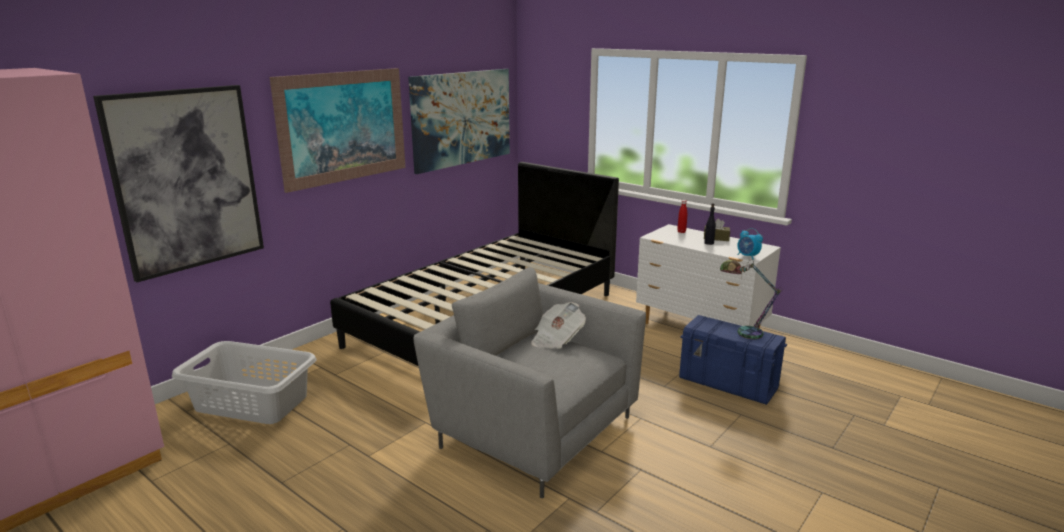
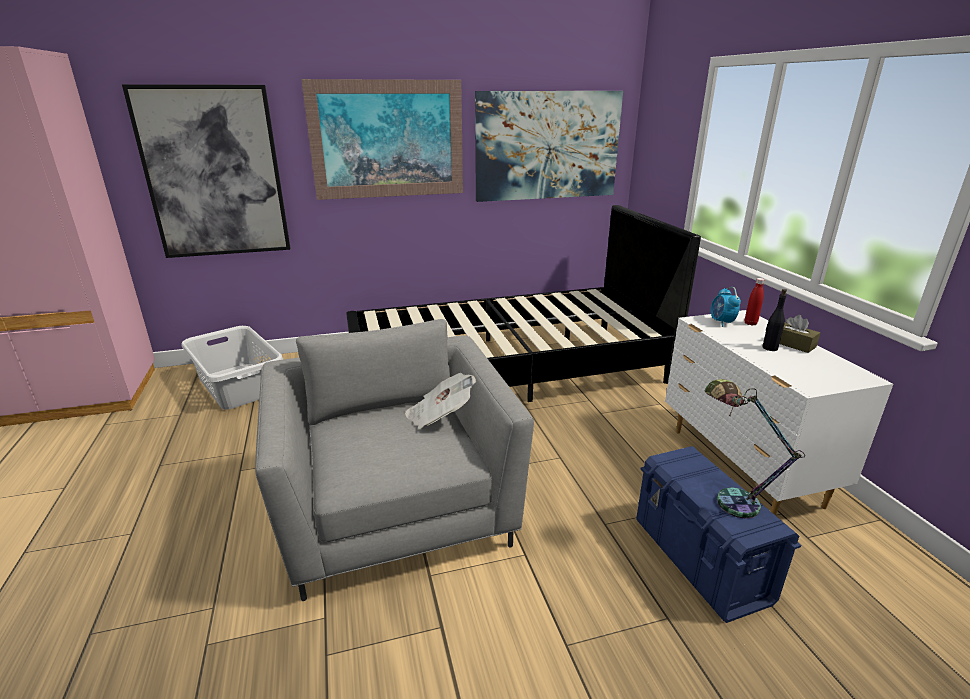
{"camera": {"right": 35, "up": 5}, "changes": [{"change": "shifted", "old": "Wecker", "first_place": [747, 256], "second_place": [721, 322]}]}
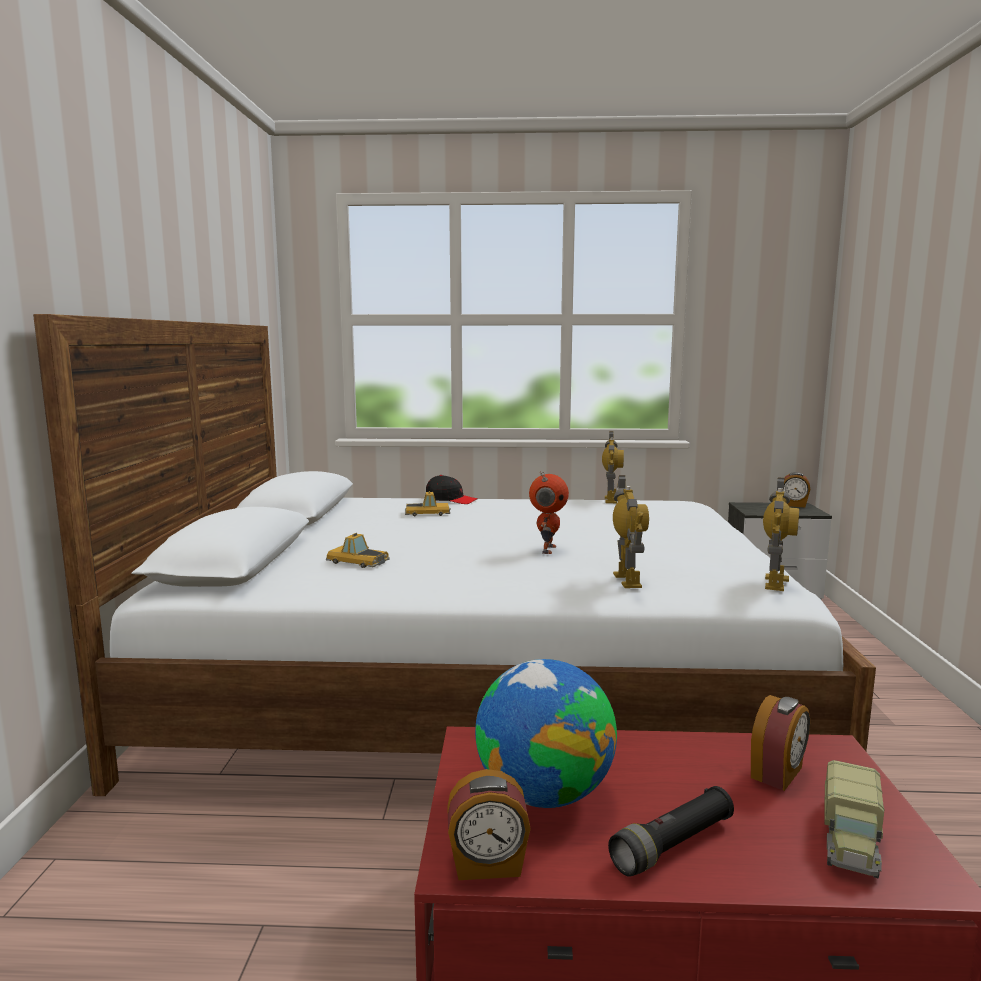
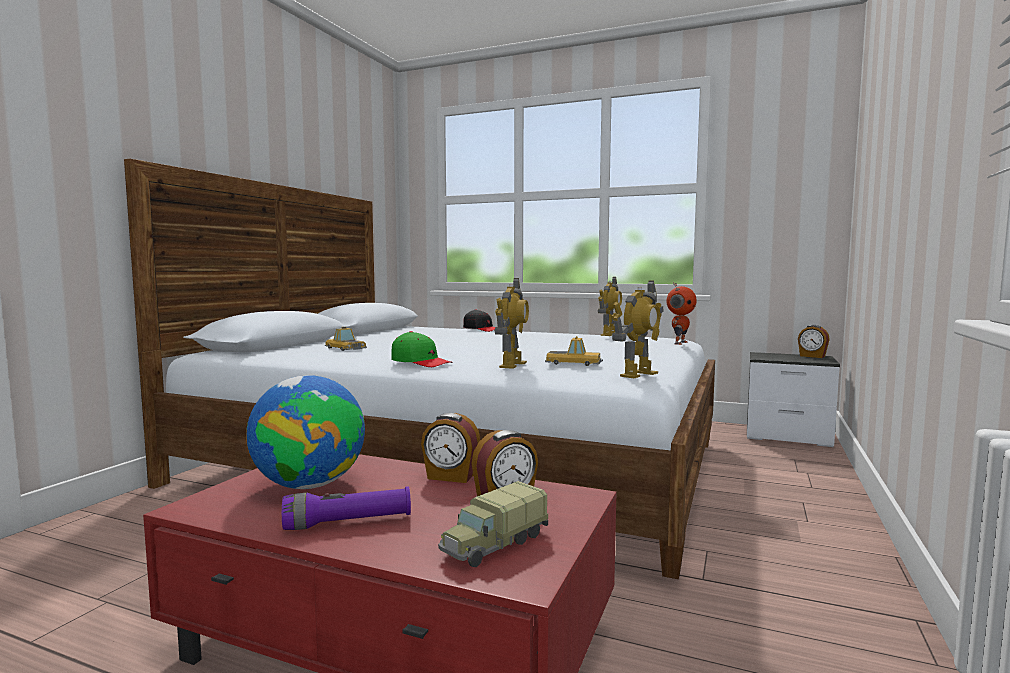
{"camera": {"right": 20, "up": -5}, "changes": [{"change": "shifted", "old": "Spielzeugroboter", "first_place": [547, 549], "second_place": [679, 343]}, {"change": "shifted", "old": "Spielzeugauto", "first_place": [428, 513], "second_place": [574, 363]}, {"change": "shifted", "old": "Wecker", "first_place": [488, 865], "second_place": [451, 476]}, {"change": "repainted", "old": "Taschenlampe/schwarz", "new": "Taschenlampe/lila", "first_place": [673, 845], "second_place": [348, 522]}, {"change": "new", "new": "Kappe/grün", "second_place": [421, 362]}]}
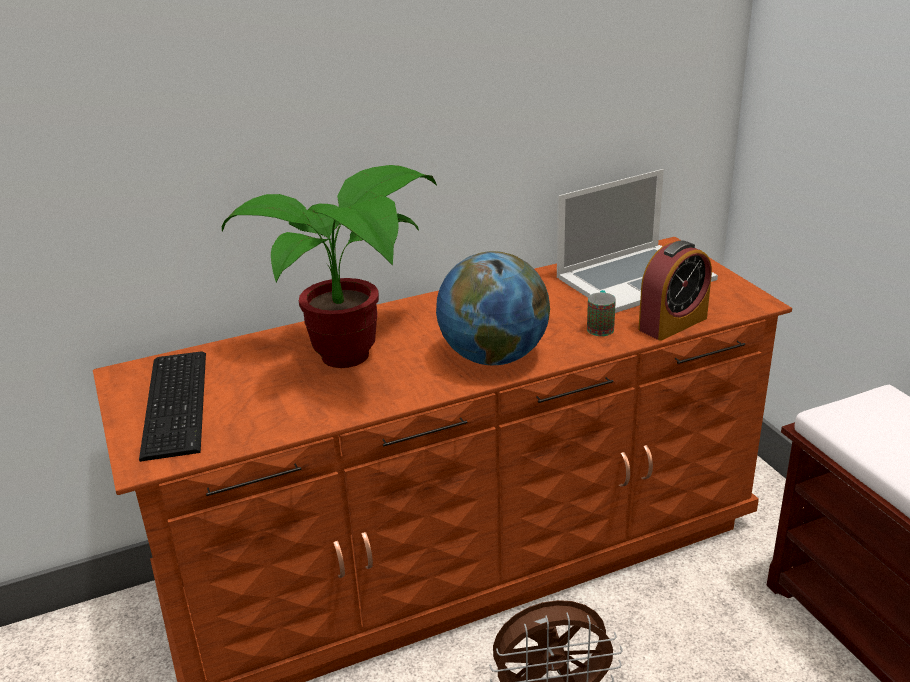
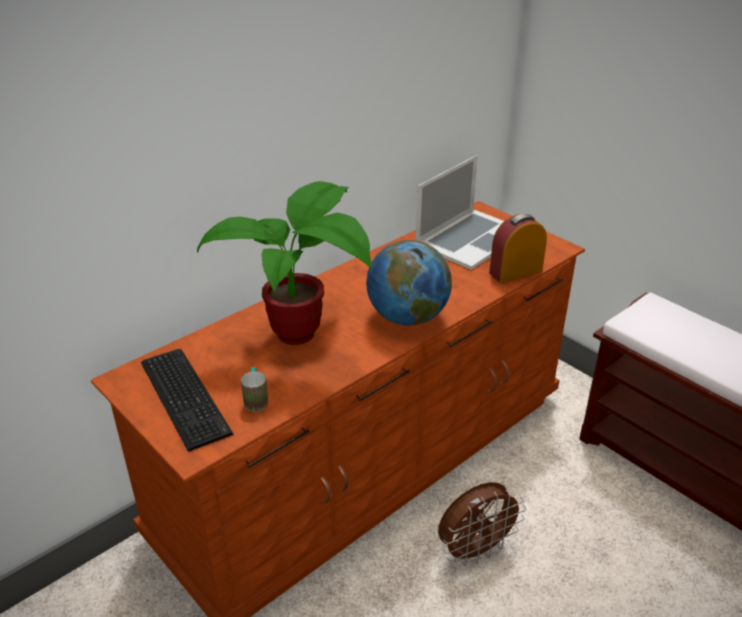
{"camera": {"right": -20, "up": 5}, "changes": [{"change": "rotated", "old": "Wecker", "first_place": [672, 323], "second_place": [515, 272], "degrees": -150}, {"change": "shifted", "old": "Henkelbecher", "first_place": [600, 326], "second_place": [256, 399]}]}
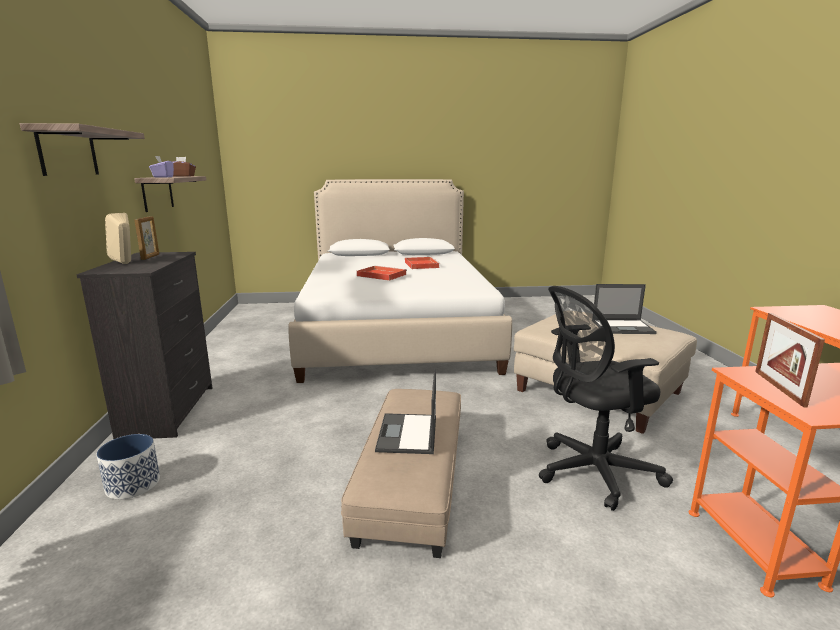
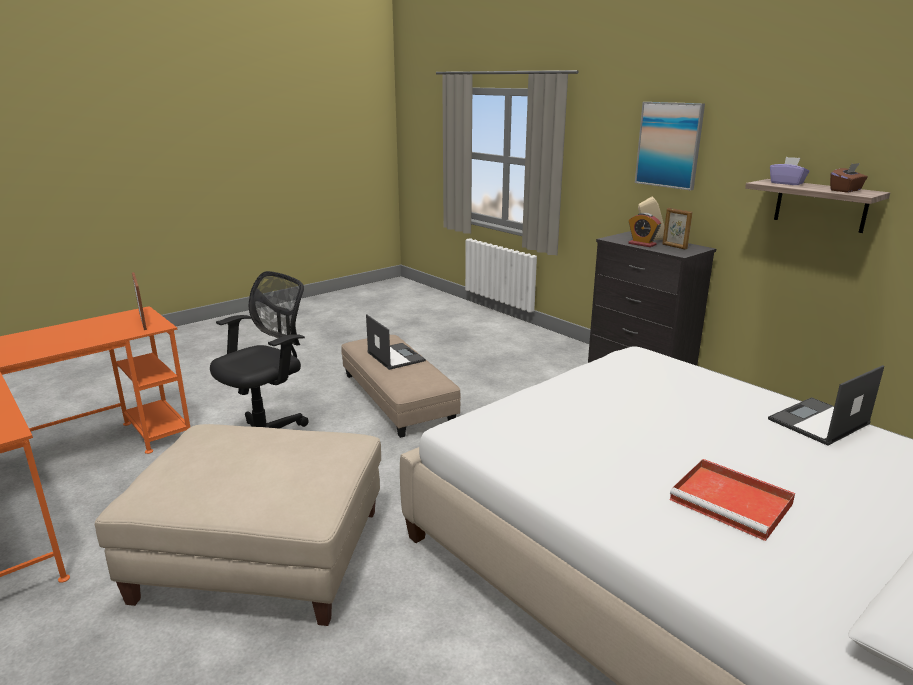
{"camera": {"right": 145, "up": 5}, "changes": [{"change": "swapped", "old": "Wandregal", "new": "Bild", "first_place": [68, 152], "second_place": [669, 145]}, {"change": "gone", "old": "Tablett/rot", "first_place": [380, 275]}, {"change": "shifted", "old": "Laptop", "first_place": [623, 327], "second_place": [818, 422]}, {"change": "gone", "old": "Pflanzkübel", "first_place": [133, 484]}, {"change": "new", "new": "Wecker", "second_place": [642, 244]}]}
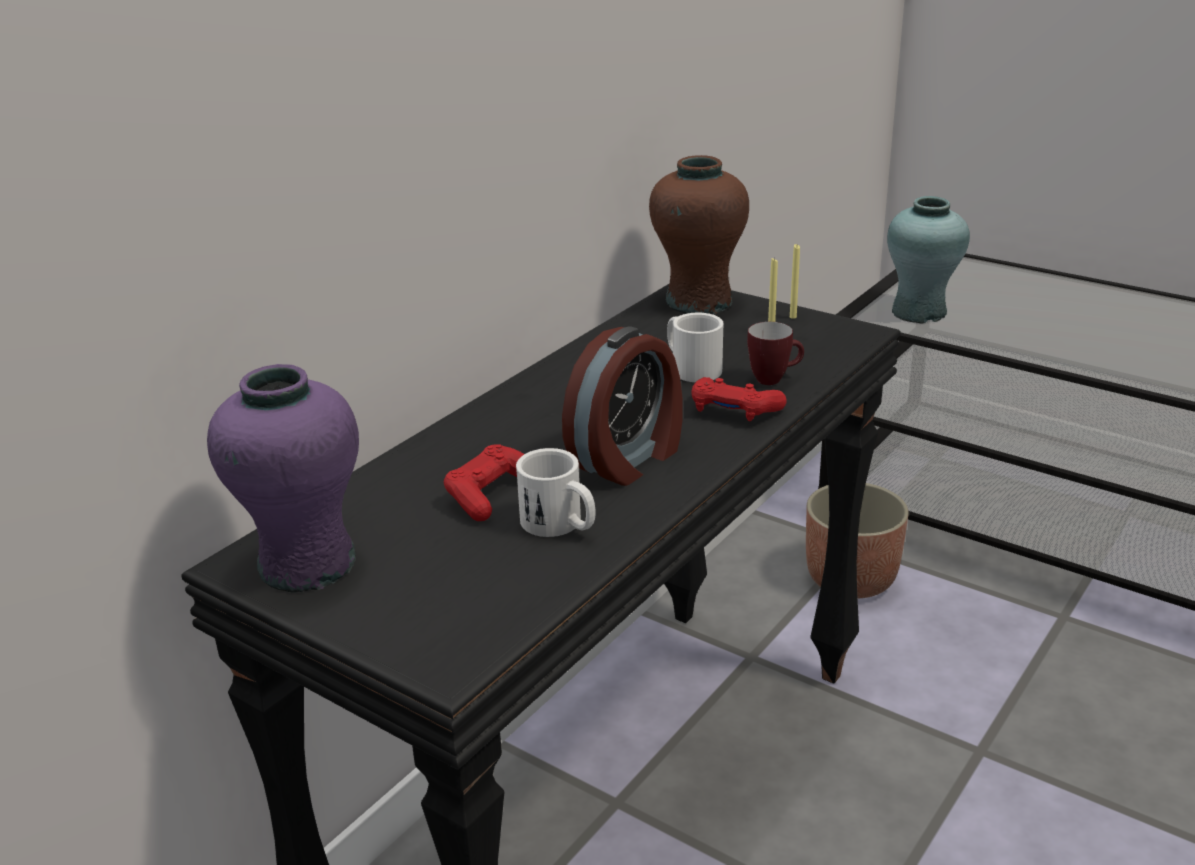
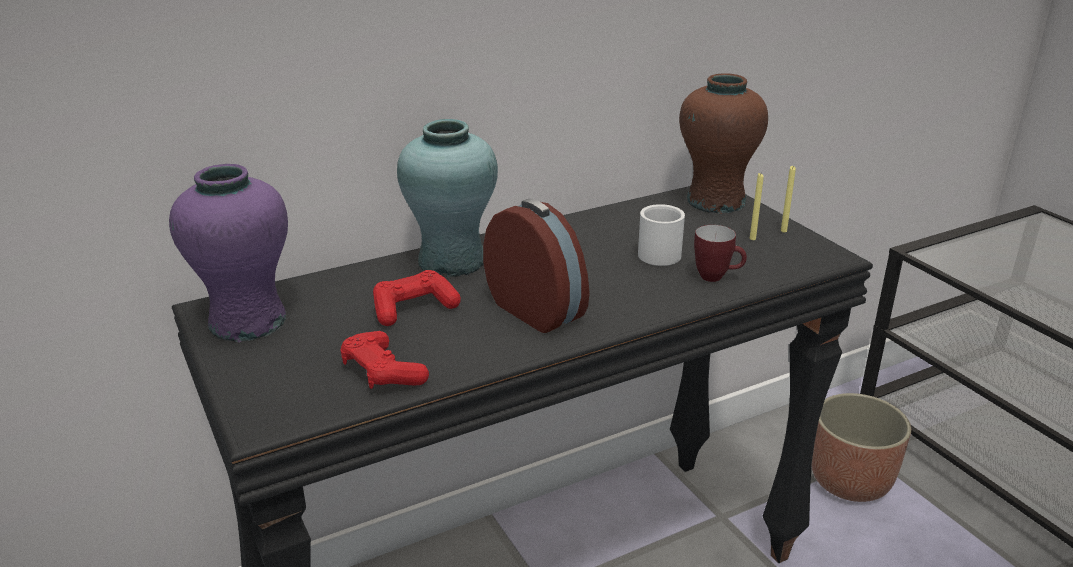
{"camera": {"right": 25, "up": 0}, "changes": [{"change": "shifted", "old": "Vase/türkis", "first_place": [919, 312], "second_place": [452, 261]}, {"change": "rotated", "old": "Wecker", "first_place": [629, 458], "second_place": [538, 309], "degrees": -105}, {"change": "shifted", "old": "Gamepad/rot", "first_place": [733, 411], "second_place": [382, 372]}, {"change": "gone", "old": "Henkelbecher/weiß", "first_place": [560, 525]}]}
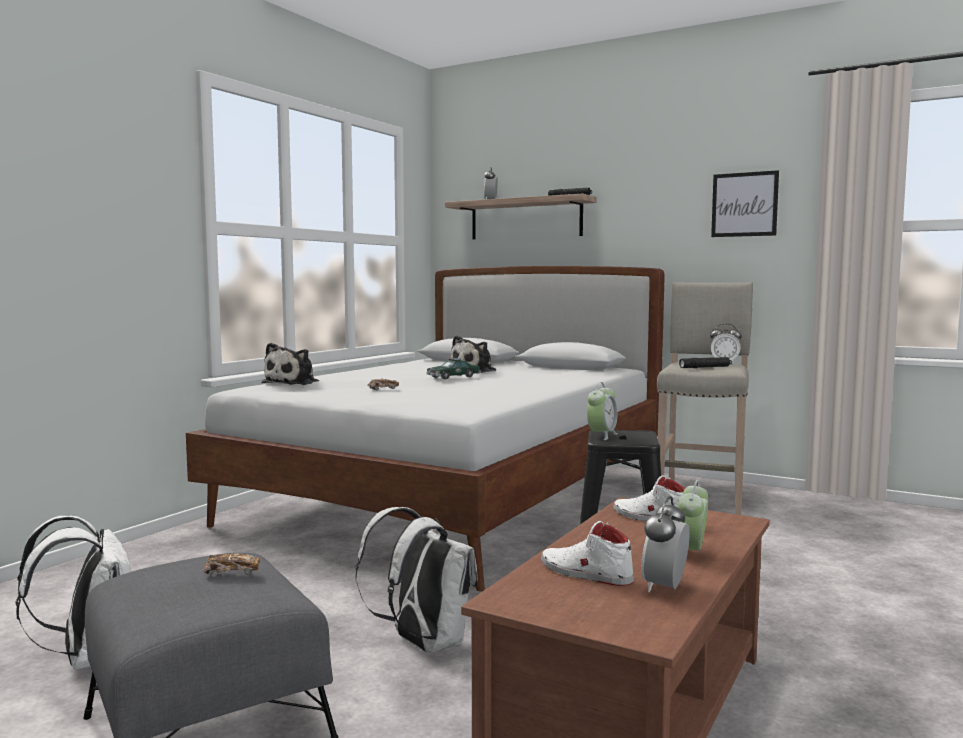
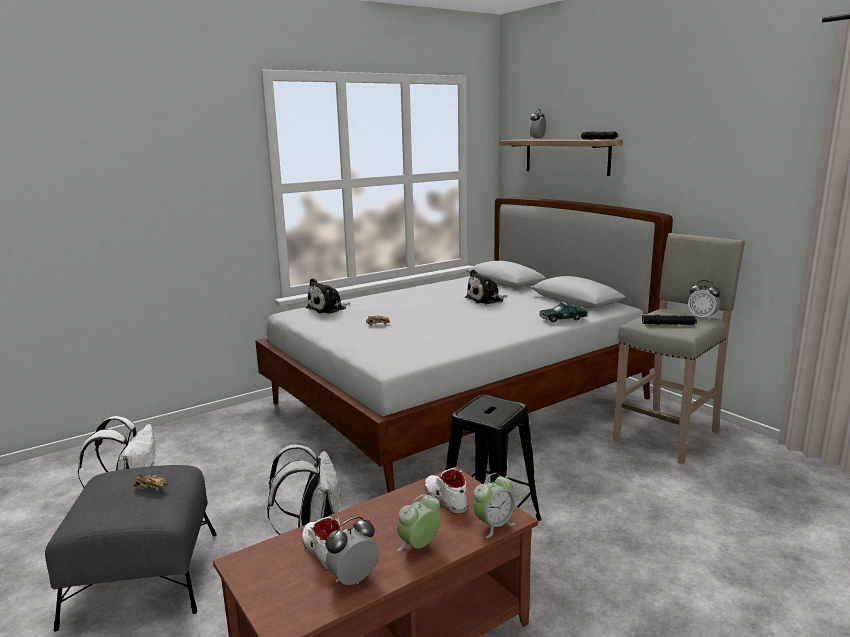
{"camera": {"right": 25, "up": 10}, "changes": [{"change": "gone", "old": "Bild", "first_place": [744, 204]}, {"change": "shifted", "old": "Spielzeugauto", "first_place": [453, 377], "second_place": [563, 319]}, {"change": "shifted", "old": "Wecker", "first_place": [602, 435], "second_place": [494, 525]}]}
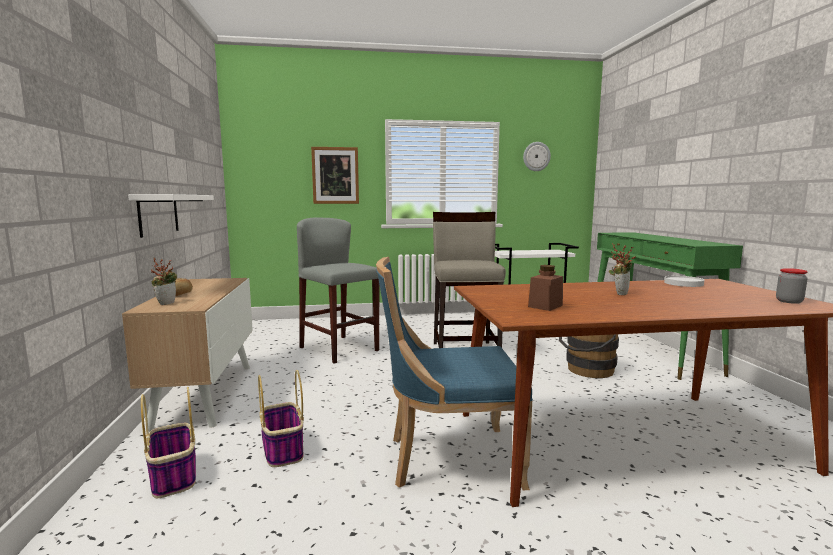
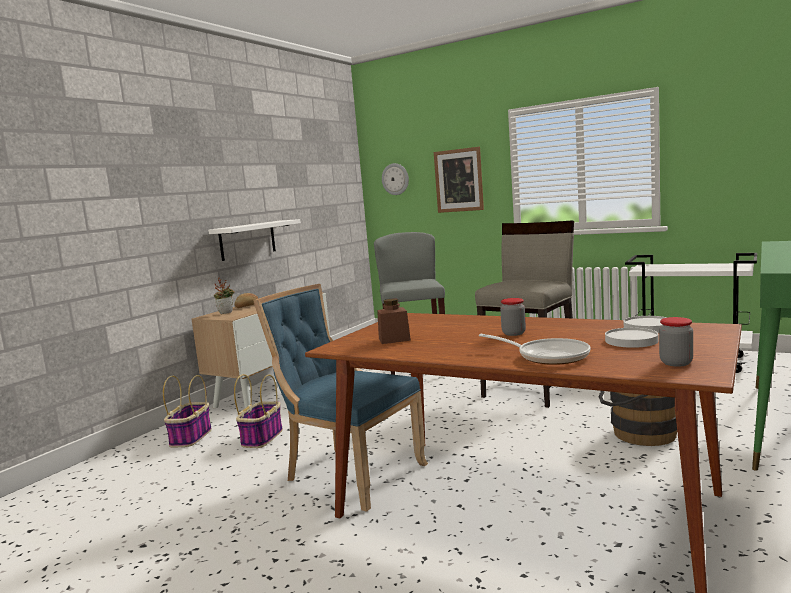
{"camera": {"right": 40, "up": 0}, "changes": [{"change": "shifted", "old": "Wanduhr", "first_place": [536, 156], "second_place": [395, 179]}, {"change": "swapped", "old": "Topfpflanze", "new": "Vorratsglas", "first_place": [619, 293], "second_place": [513, 333]}, {"change": "new", "new": "Teller/weiß", "second_place": [631, 341]}, {"change": "new", "new": "Pfanne", "second_place": [548, 356]}]}
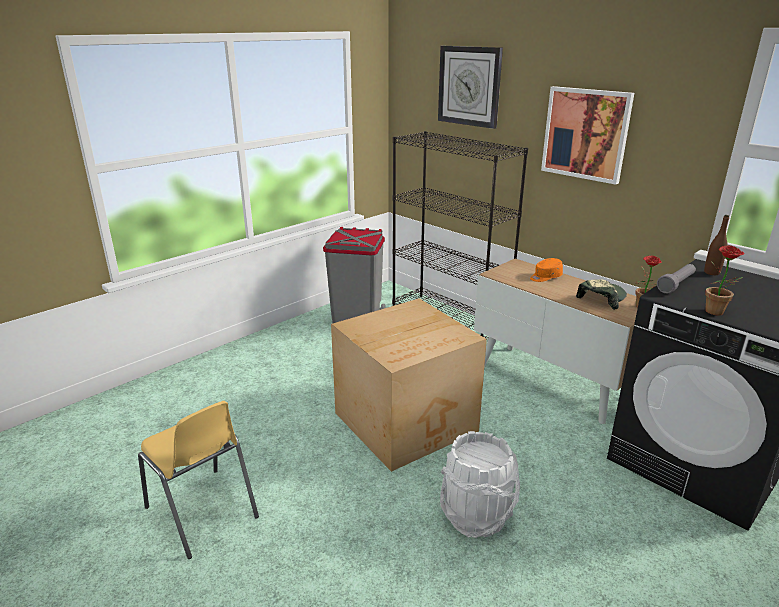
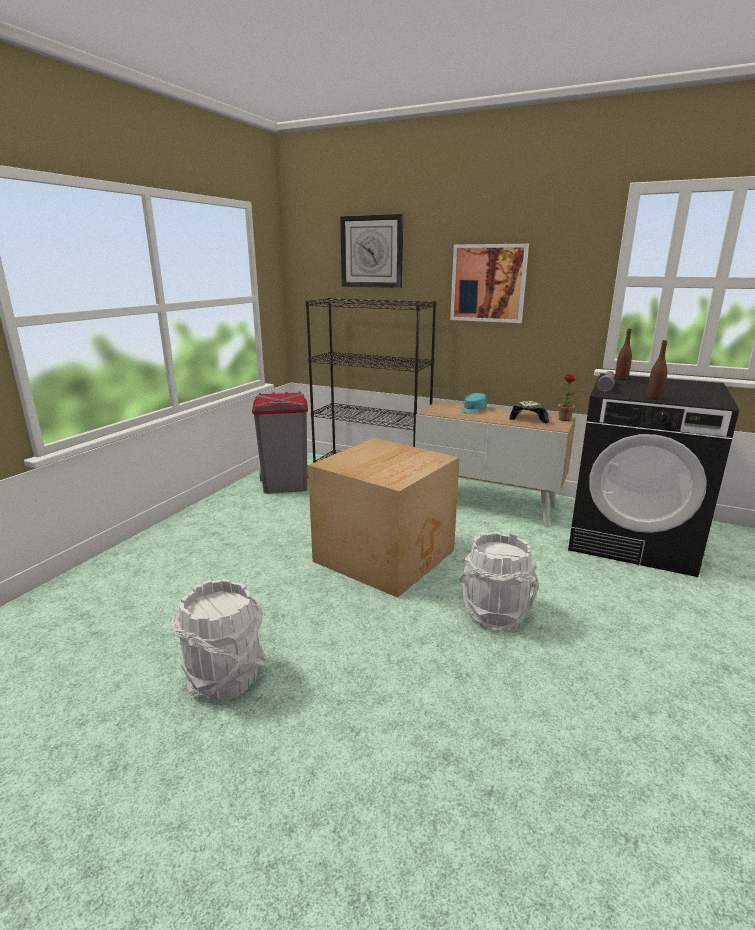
{"camera": {"right": -20, "up": -5}, "changes": [{"change": "swapped", "old": "Topfpflanze", "new": "Flasche/braun", "first_place": [716, 313], "second_place": [654, 398]}, {"change": "repainted", "old": "Kappe/orange", "new": "Kappe/türkis", "first_place": [545, 277], "second_place": [473, 410]}, {"change": "swapped", "old": "Stuhl/gelb", "new": "Eimer/weiß", "first_place": [202, 513], "second_place": [225, 677]}]}
